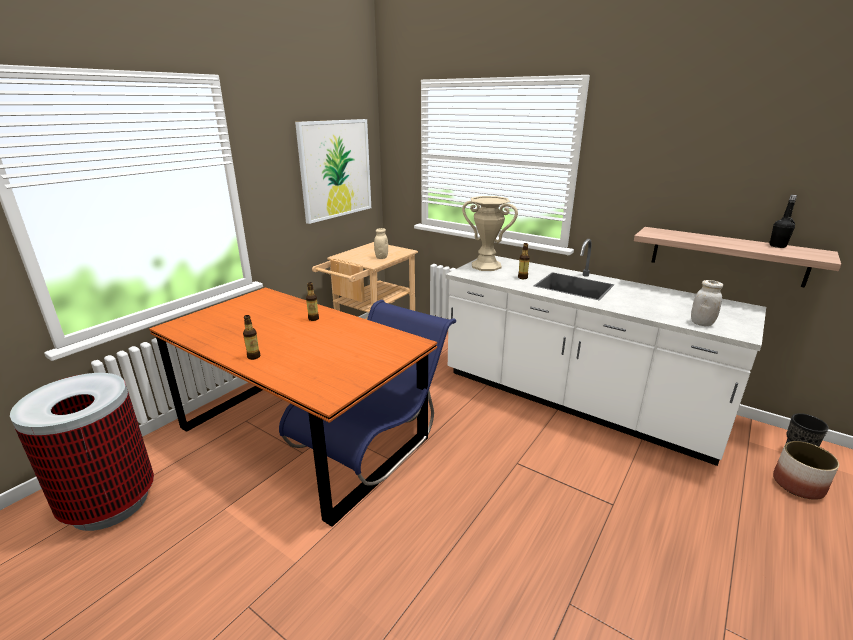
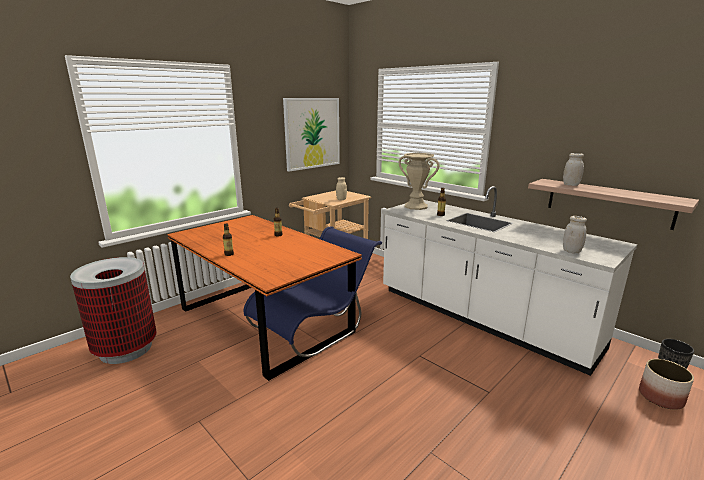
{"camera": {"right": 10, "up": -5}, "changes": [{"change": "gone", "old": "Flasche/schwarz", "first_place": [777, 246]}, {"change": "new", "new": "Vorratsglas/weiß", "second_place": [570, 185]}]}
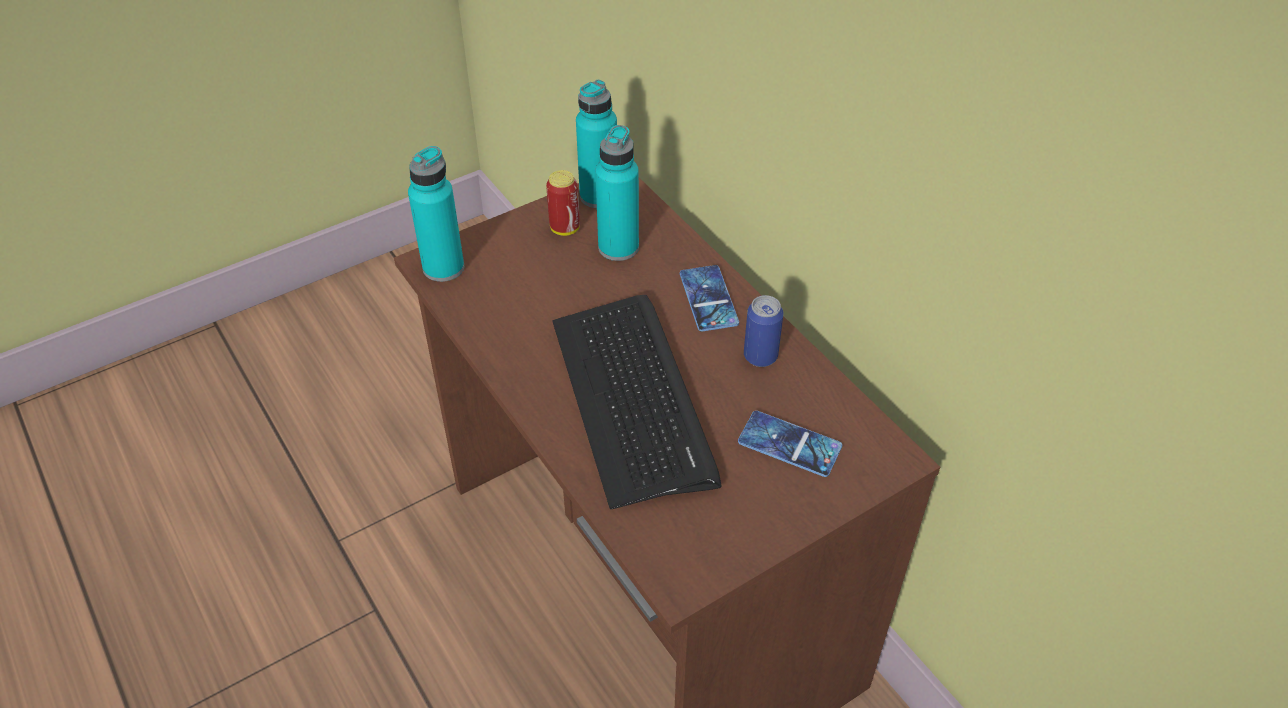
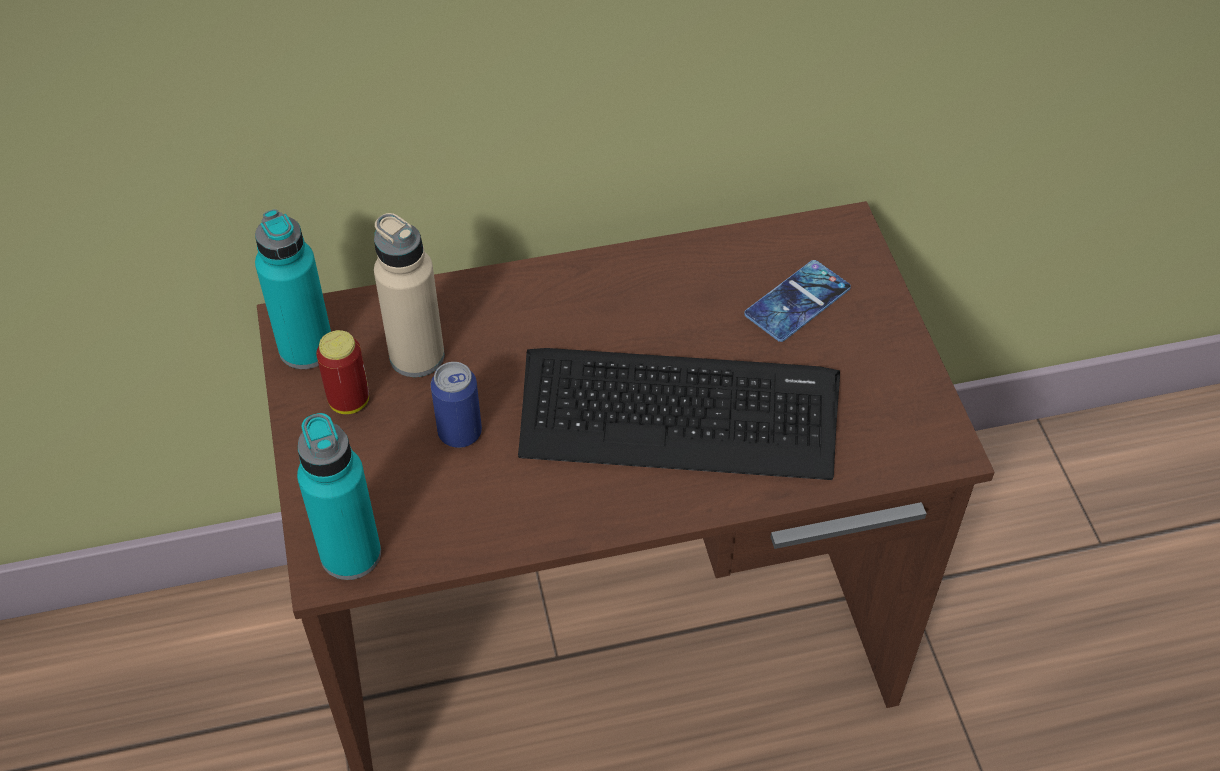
{"camera": {"right": -70, "up": 5}, "changes": [{"change": "repainted", "old": "Flasche/türkis", "new": "Flasche/beige", "first_place": [618, 247], "second_place": [417, 356]}, {"change": "gone", "old": "Handy", "first_place": [708, 298]}, {"change": "shifted", "old": "Dose", "first_place": [760, 356], "second_place": [460, 433]}]}
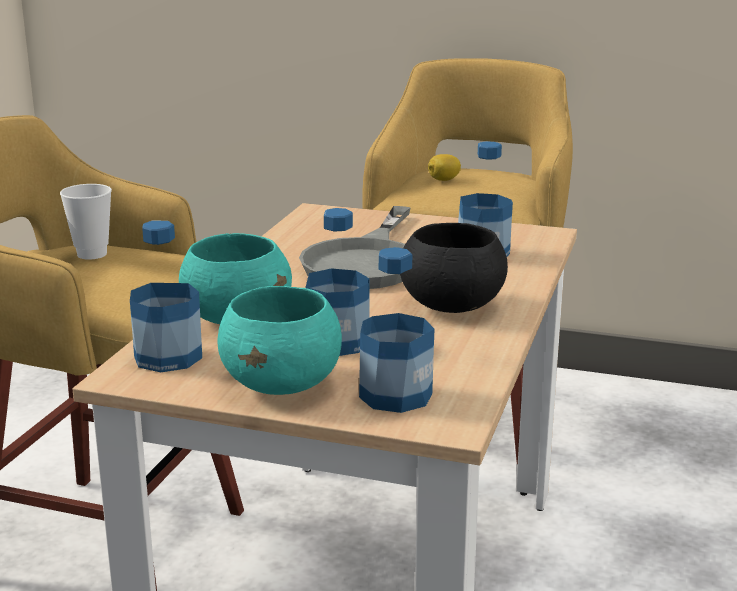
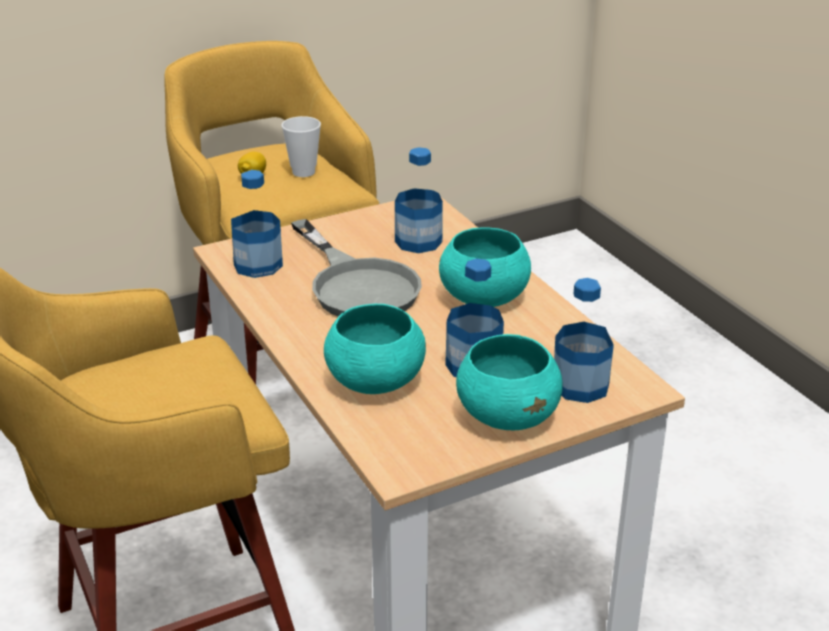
{"camera": {"right": -45, "up": 10}, "changes": [{"change": "shifted", "old": "Tasse", "first_place": [92, 254], "second_place": [303, 172]}, {"change": "shifted", "old": "Flasche", "first_place": [168, 357], "second_place": [258, 265]}, {"change": "repainted", "old": "Schüssel/schwarz", "new": "Schüssel/türkis", "first_place": [451, 306], "second_place": [484, 299]}]}
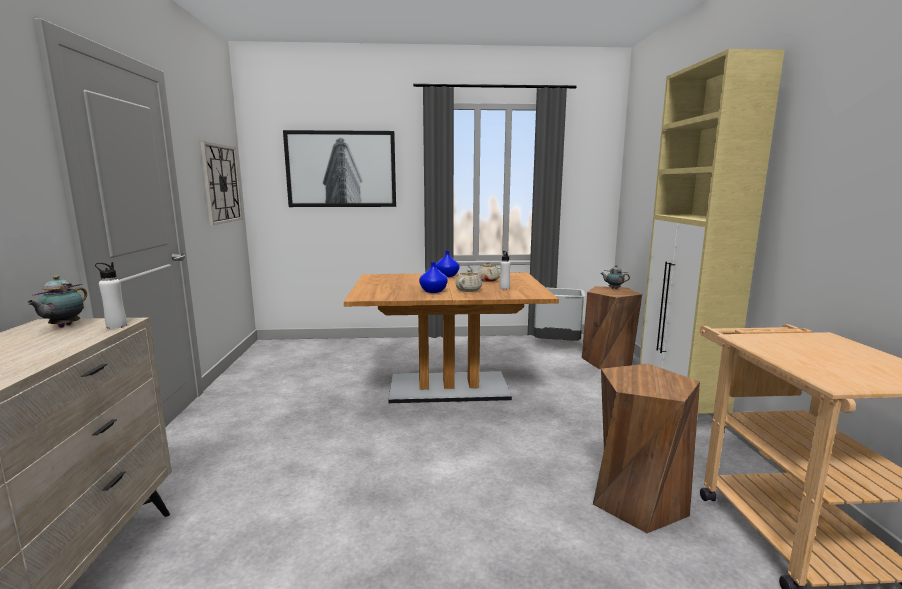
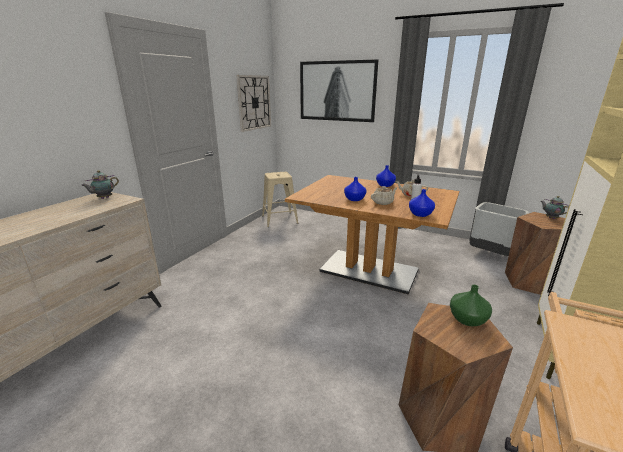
{"camera": {"right": 30, "up": 10}, "changes": [{"change": "gone", "old": "Flasche/weiß", "first_place": [116, 326]}, {"change": "new", "new": "Hocker/beige", "second_place": [279, 219]}, {"change": "new", "new": "Vase/blau", "second_place": [421, 214]}, {"change": "new", "new": "Vase/grün", "second_place": [468, 319]}]}
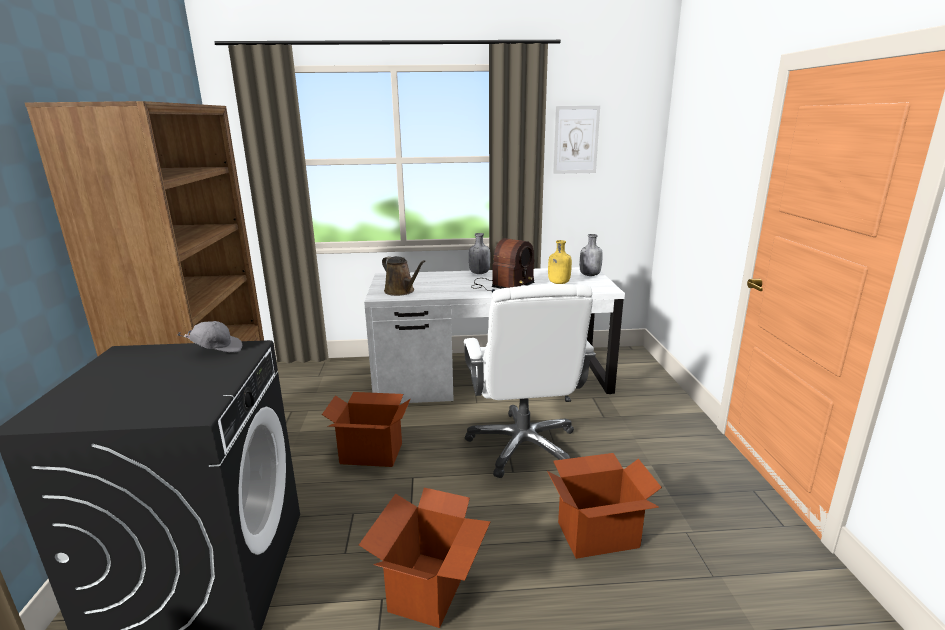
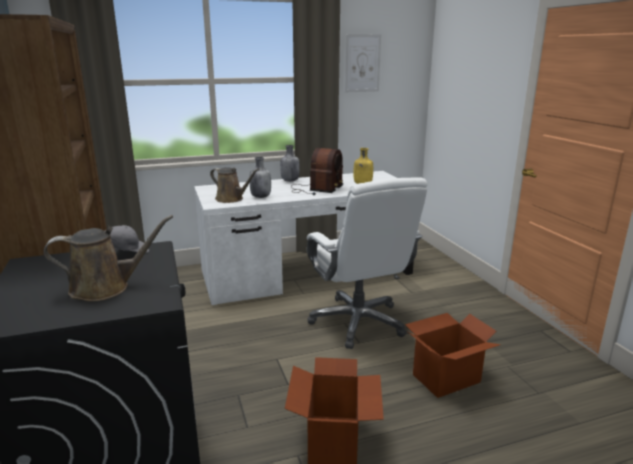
{"camera": {"right": -15, "up": 0}, "changes": [{"change": "shifted", "old": "Flasche/grau", "first_place": [589, 275], "second_place": [260, 197]}, {"change": "gone", "old": "Karton", "first_place": [371, 453]}, {"change": "new", "new": "Gießkanne/braun", "second_place": [106, 287]}]}
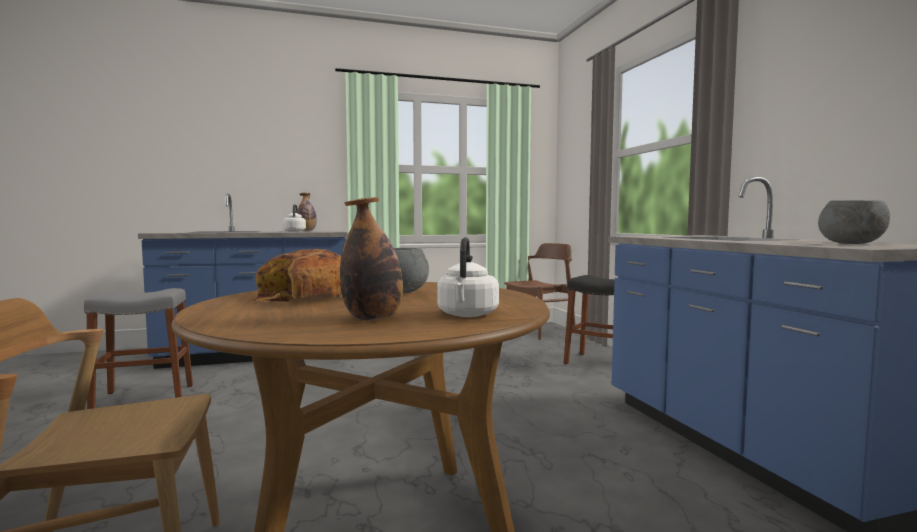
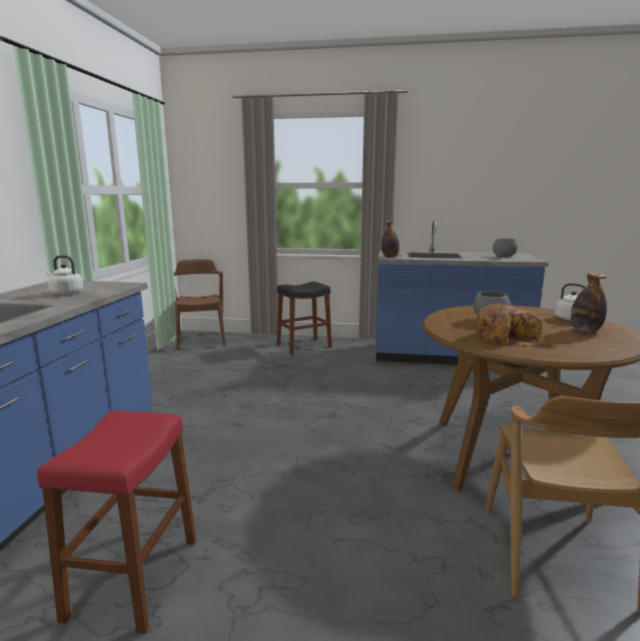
{"camera": {"right": -65, "up": 10}, "changes": [{"change": "shifted", "old": "Flasche", "first_place": [306, 230], "second_place": [390, 257]}, {"change": "repainted", "old": "Hocker/grau", "new": "Hocker/rot", "first_place": [144, 397], "second_place": [134, 577]}]}
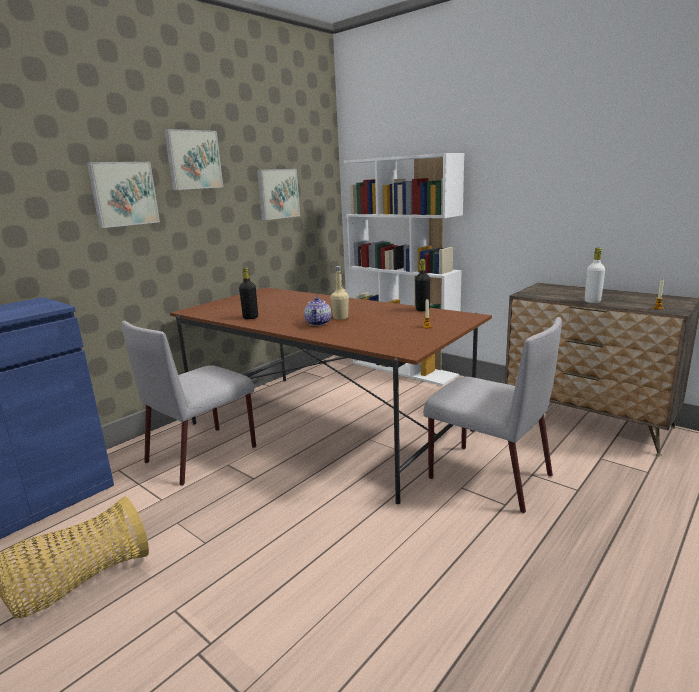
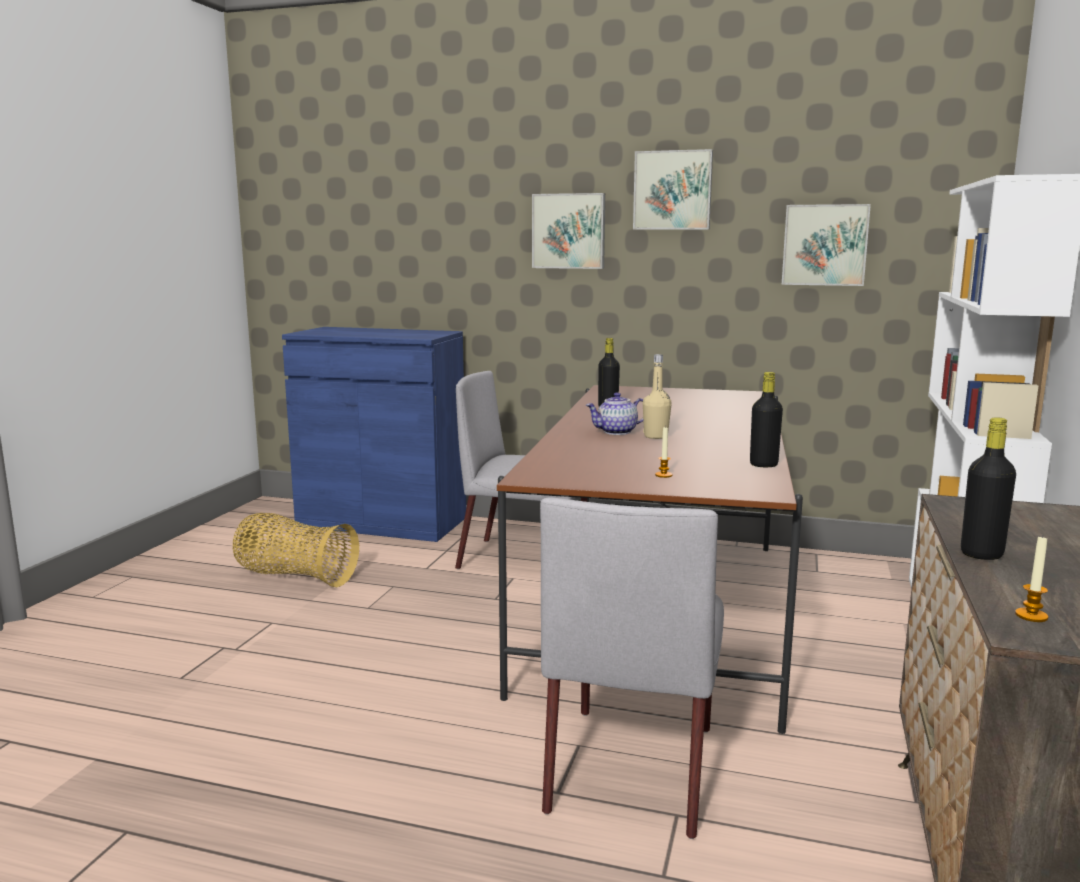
{"camera": {"right": 65, "up": -5}, "changes": [{"change": "repainted", "old": "Flasche/weiß", "new": "Flasche/schwarz", "first_place": [592, 301], "second_place": [981, 554]}]}
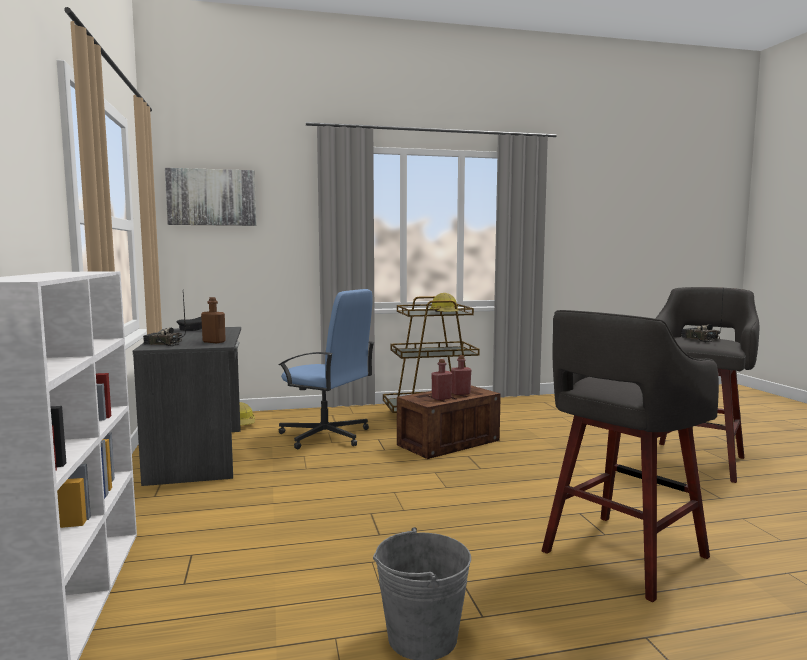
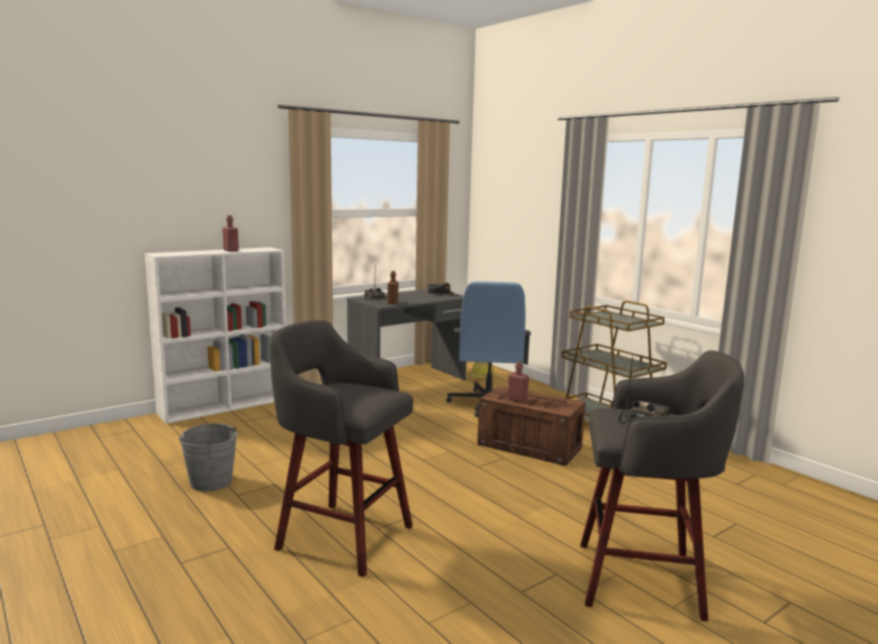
{"camera": {"right": 65, "up": 5}, "changes": [{"change": "gone", "old": "Bild", "first_place": [212, 197]}, {"change": "gone", "old": "Schutzhelm", "first_place": [445, 313]}, {"change": "shifted", "old": "Flasche/rot", "first_place": [460, 393], "second_place": [231, 250]}]}
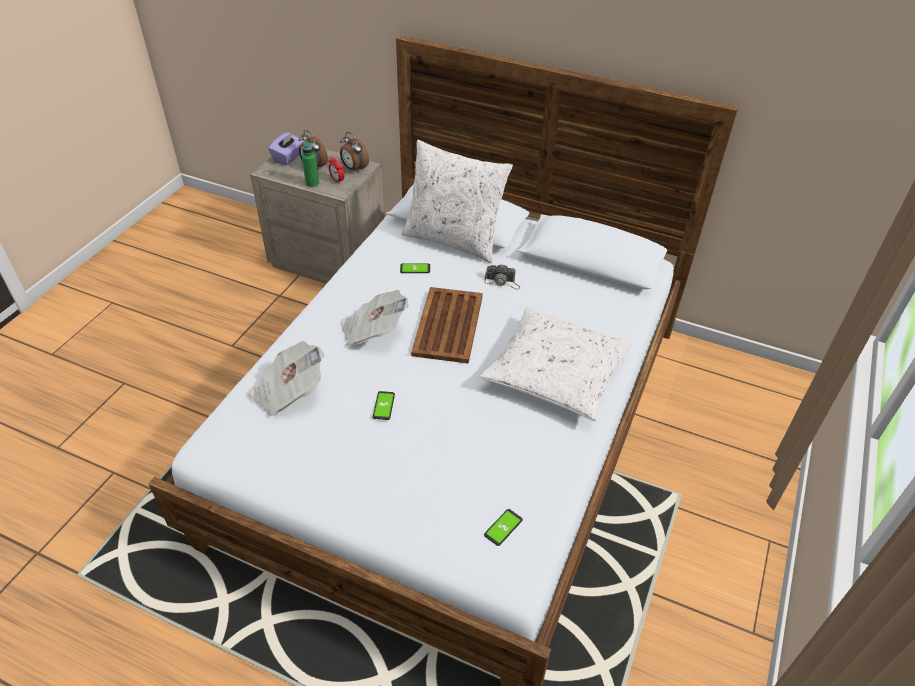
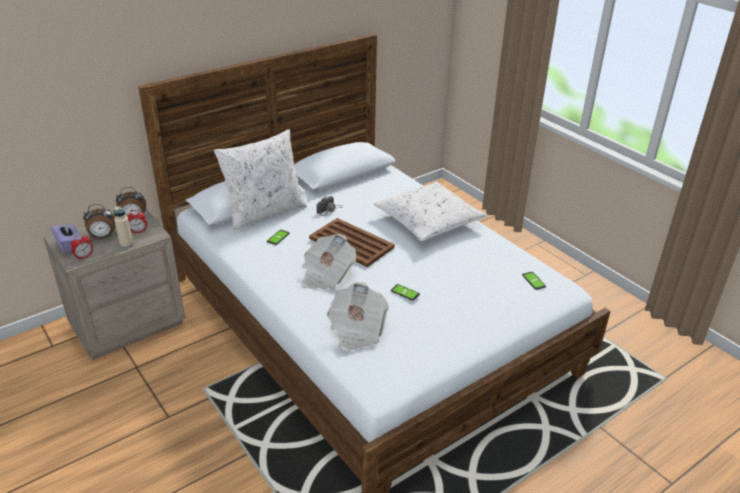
{"camera": {"right": -60, "up": -10}, "changes": [{"change": "repainted", "old": "Flasche/grün", "new": "Flasche/beige", "first_place": [312, 184], "second_place": [126, 244]}, {"change": "new", "new": "Wecker", "second_place": [84, 257]}]}
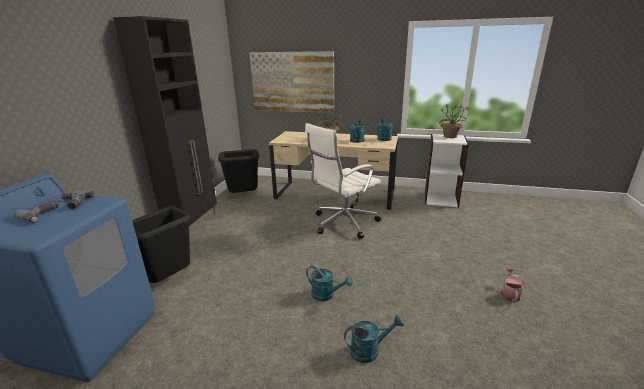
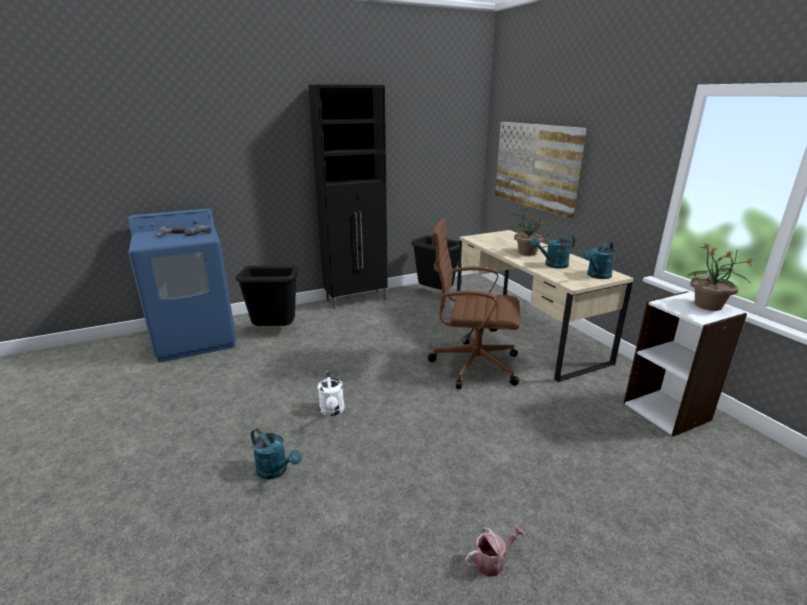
{"camera": {"right": 50, "up": 0}, "changes": [{"change": "repainted", "old": "Bürostuhl/weiß", "new": "Bürostuhl/braun", "first_place": [343, 223], "second_place": [472, 365]}, {"change": "repainted", "old": "Gießkanne/türkis", "new": "Gießkanne/weiß", "first_place": [326, 295], "second_place": [332, 411]}]}
